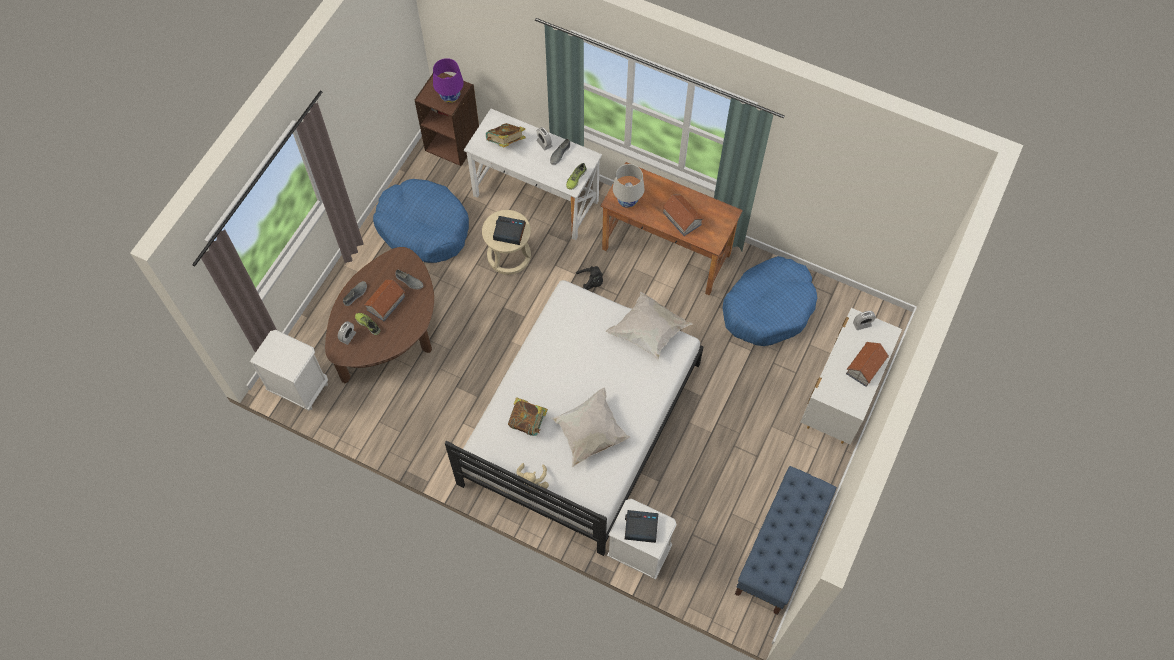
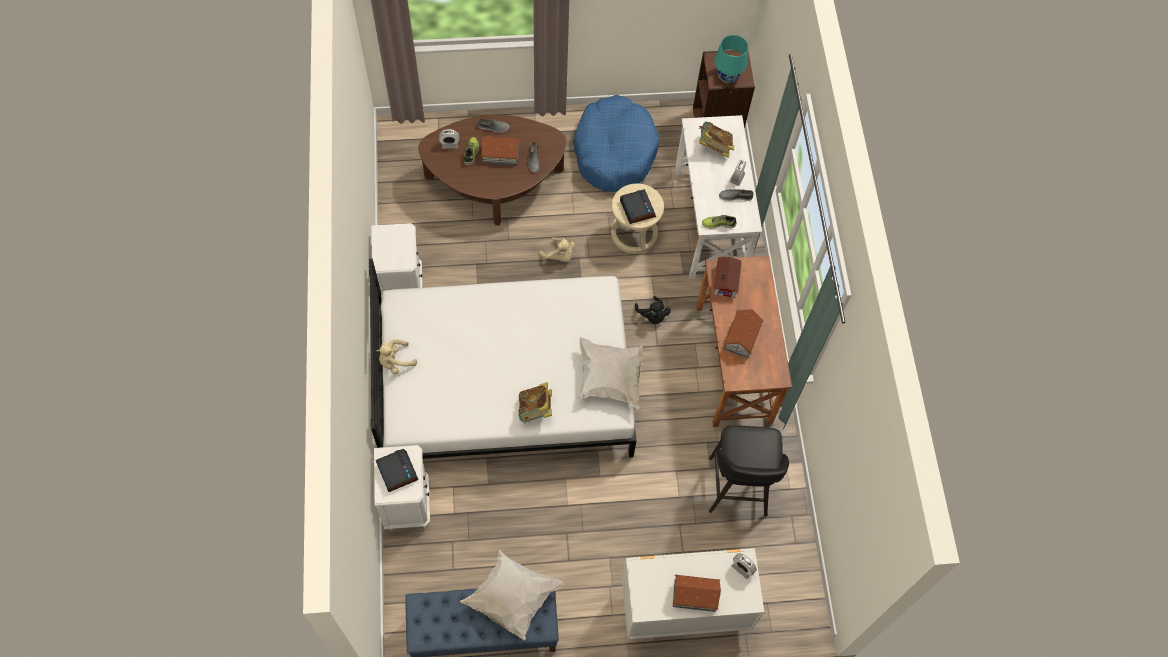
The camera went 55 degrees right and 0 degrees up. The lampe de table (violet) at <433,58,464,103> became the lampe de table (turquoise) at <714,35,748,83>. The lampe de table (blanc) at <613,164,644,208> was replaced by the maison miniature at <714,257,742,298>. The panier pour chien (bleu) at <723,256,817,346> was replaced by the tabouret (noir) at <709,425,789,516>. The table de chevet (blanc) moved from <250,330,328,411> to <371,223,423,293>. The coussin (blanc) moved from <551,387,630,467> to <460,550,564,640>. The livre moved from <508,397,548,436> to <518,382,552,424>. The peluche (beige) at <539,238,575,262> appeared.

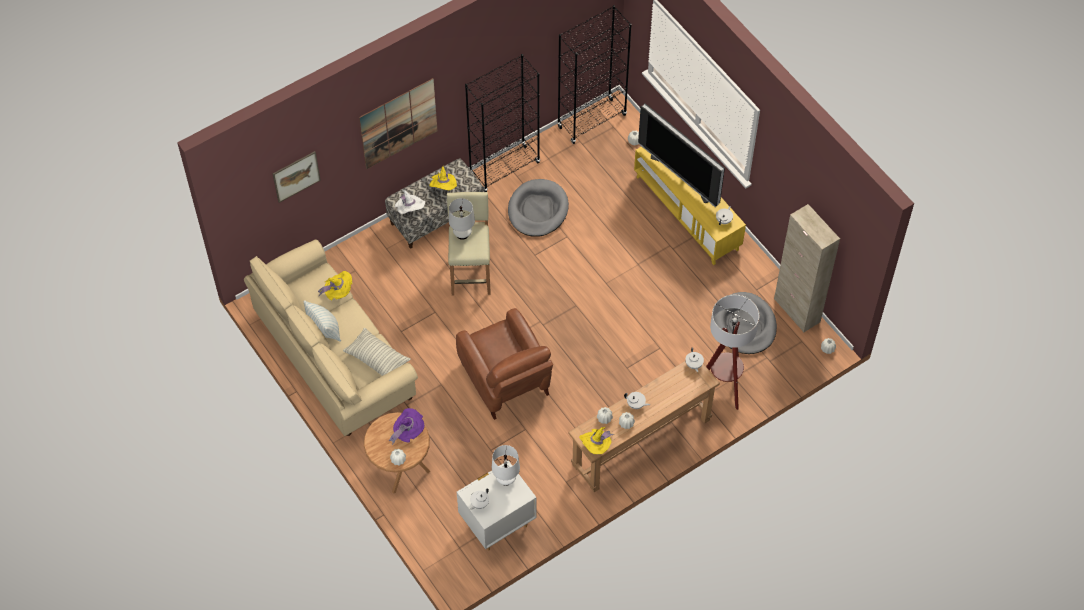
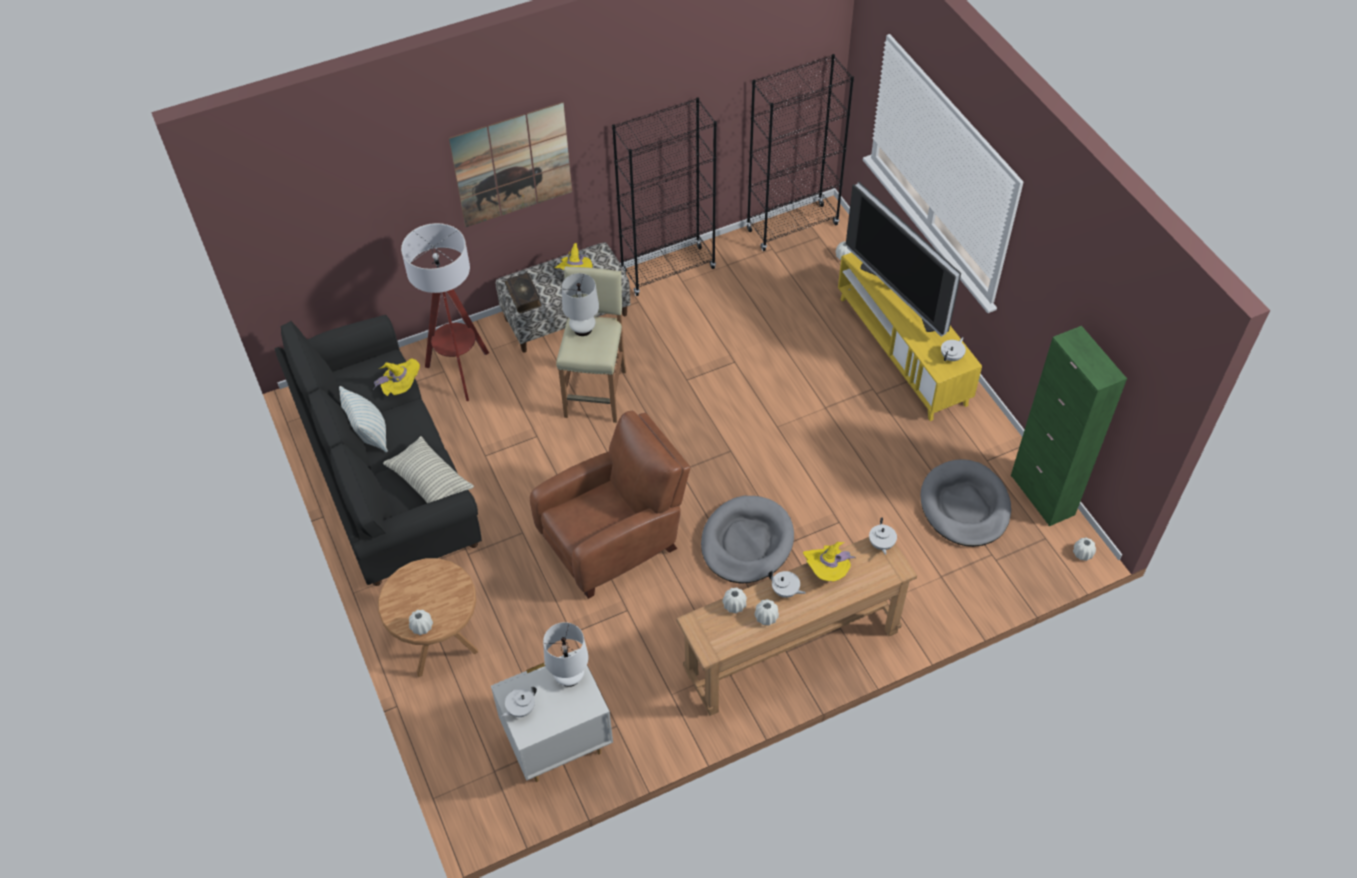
The camera went 10 degrees right and 5 degrees down. The tableau at <273,151,321,203> disappeared. The panier pour chien (gris) moved from <508,179,569,237> to <701,496,794,584>. The chapeau (blanc) at <395,190,425,214> was replaced by the livre at <505,273,542,313>. The meuble de rangement (beige) at <774,204,840,333> became the meuble de rangement (vert) at <1011,326,1127,526>. The canapé (beige) at <244,239,418,436> became the canapé (noir) at <274,315,482,586>. The lampadaire moved from <706,295,759,410> to <401,223,489,401>. The fauteuil (marron) at <456,308,553,420> turned 105 degrees counterclockwise. The chapeau (violet) at <389,408,424,445> disappeared. The chapeau (jaune) moved from <579,427,613,454> to <803,542,856,582>.

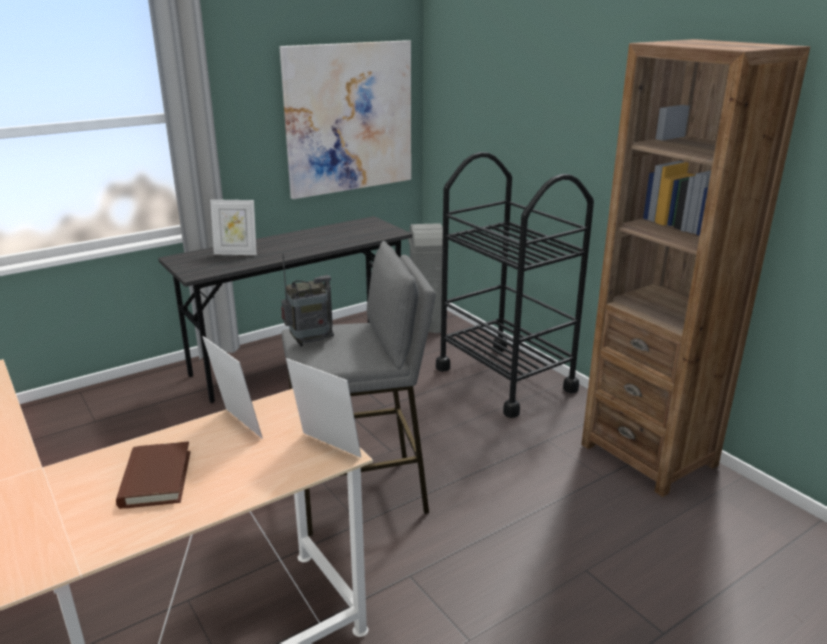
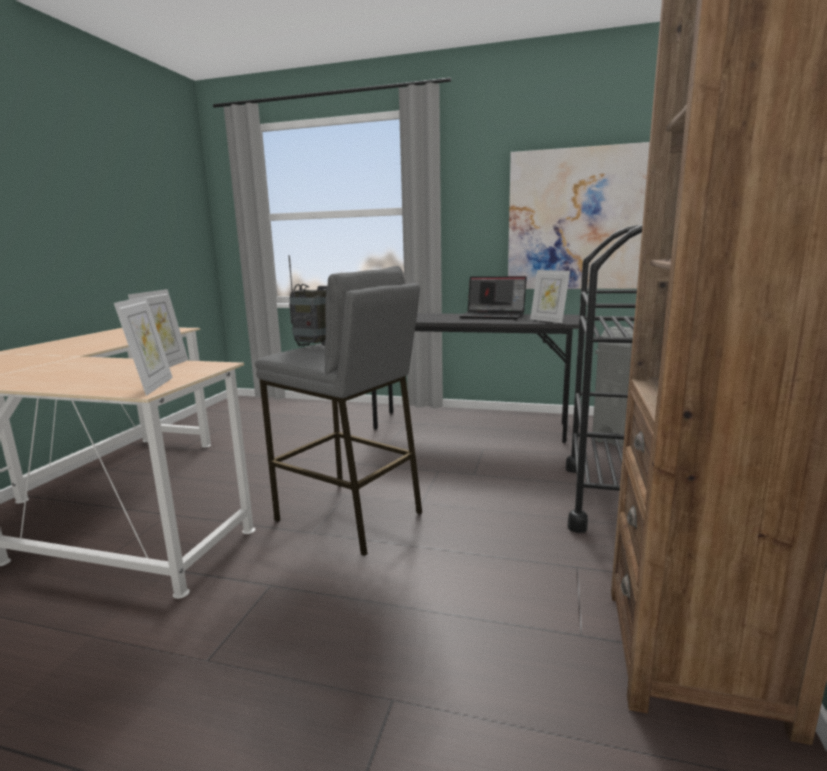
The camera went 50 degrees right and 10 degrees down. The cadre photo moved from <210,199,257,255> to <530,270,570,323>. The livre (marron) at <116,442,190,509> disappeared. The ordinateur portable at <459,276,527,319> appeared.

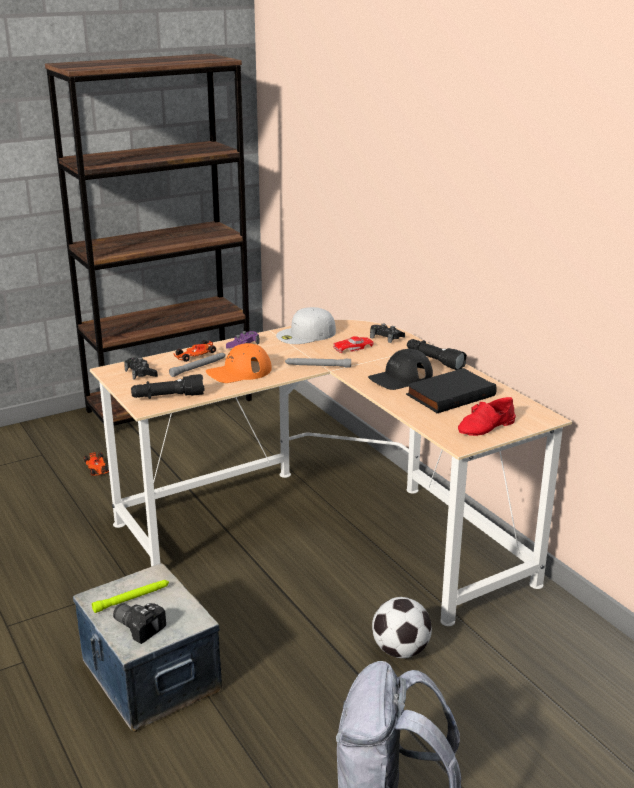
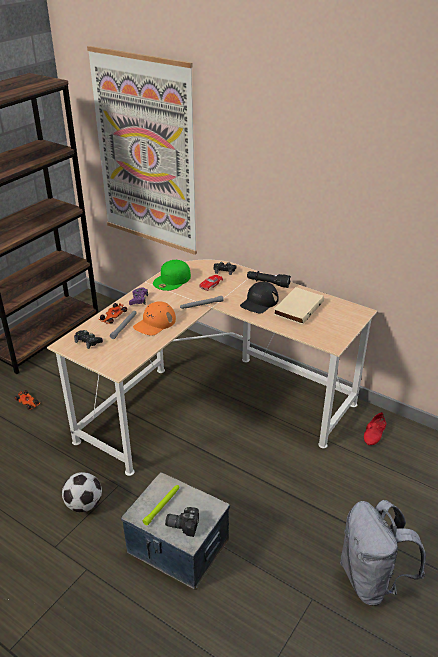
The camera went 25 degrees left and 10 degrees up. The casquette (blanc) at <276,307,336,344> became the casquette (vert) at <153,260,191,291>. The livre (noir) at <406,368,497,413> became the livre (beige) at <273,287,324,325>. The lampe de poche (noir) at <131,374,204,399> disappeared. The chaussure (rouge) moved from <458,397,516,436> to <364,412,386,445>. The ballon de foot moved from <372,597,432,658> to <62,472,102,512>. The tableau at <87,46,197,255> appeared.

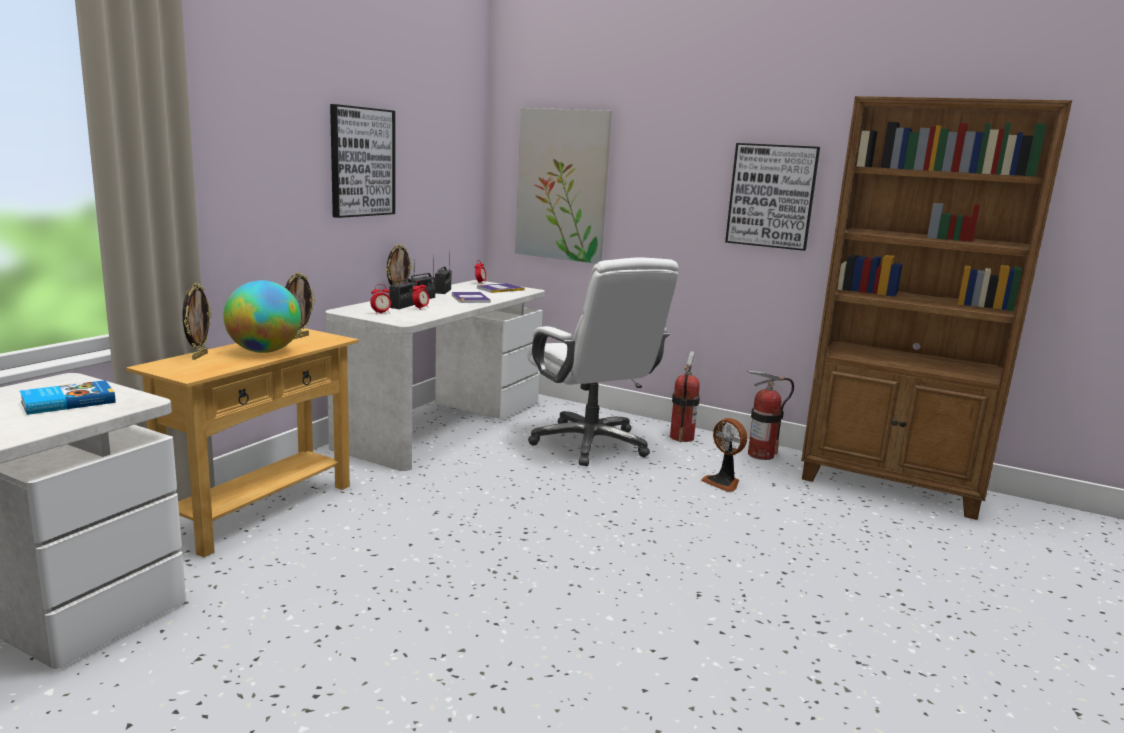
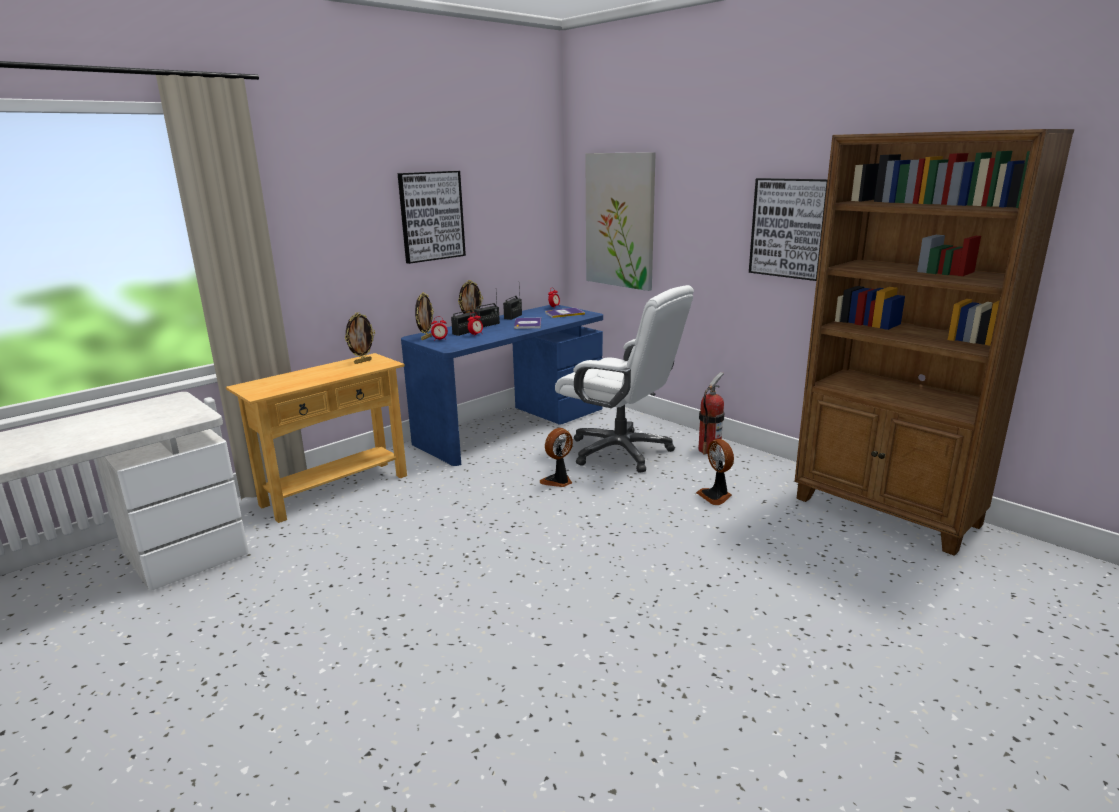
The camera went 20 degrees right and 5 degrees up. The chaise de bureau (blanc) at <528,257,678,466> turned 45 degrees counterclockwise. The globe at <223,280,301,353> disappeared. The bureau (blanc) at <325,280,545,471> became the bureau (bleu) at <401,305,603,466>. The cadre photo moved from <183,283,212,360> to <415,292,434,340>. The extincteur at <747,371,794,460> disappeared. The livre at <20,380,116,415> disappeared. The ventilateur at <540,428,573,487> appeared.

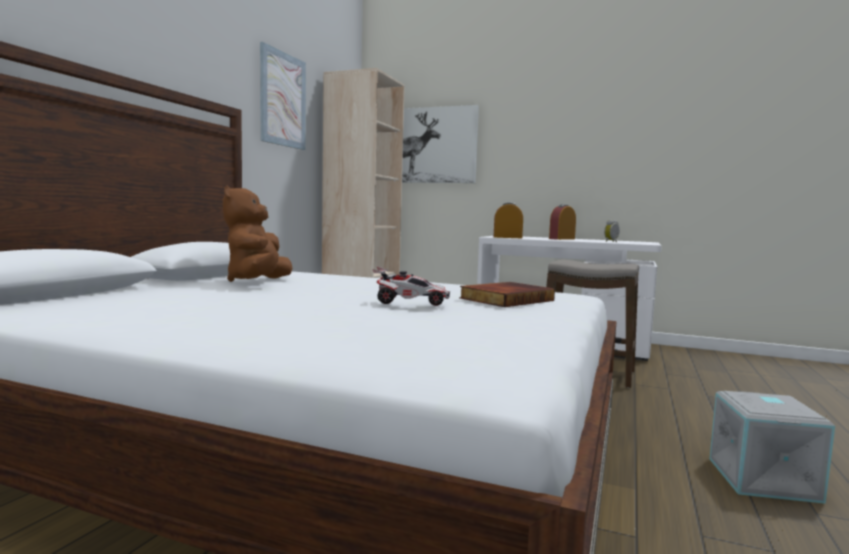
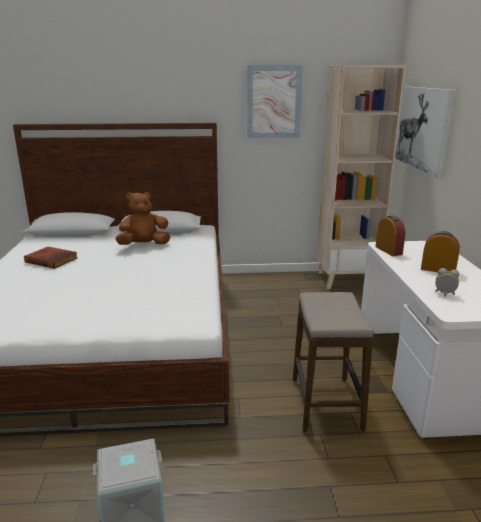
The camera went 65 degrees right and 15 degrees up. The petite voiture at <372,267,450,306> disappeared. The livre moved from <459,282,555,307> to <24,247,78,269>.

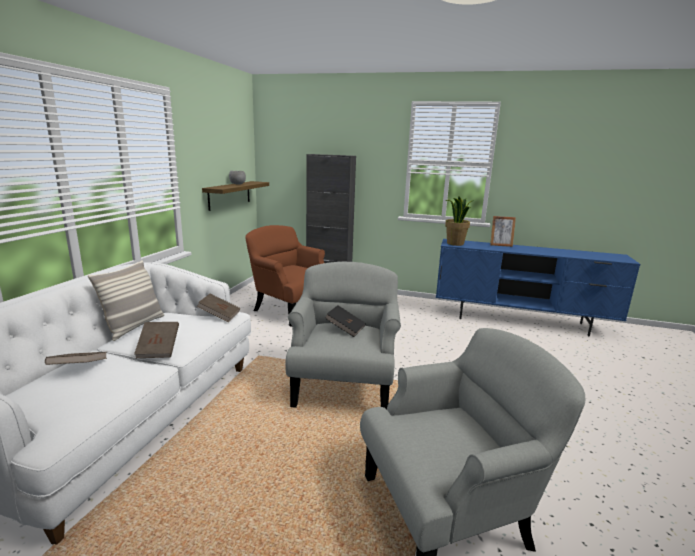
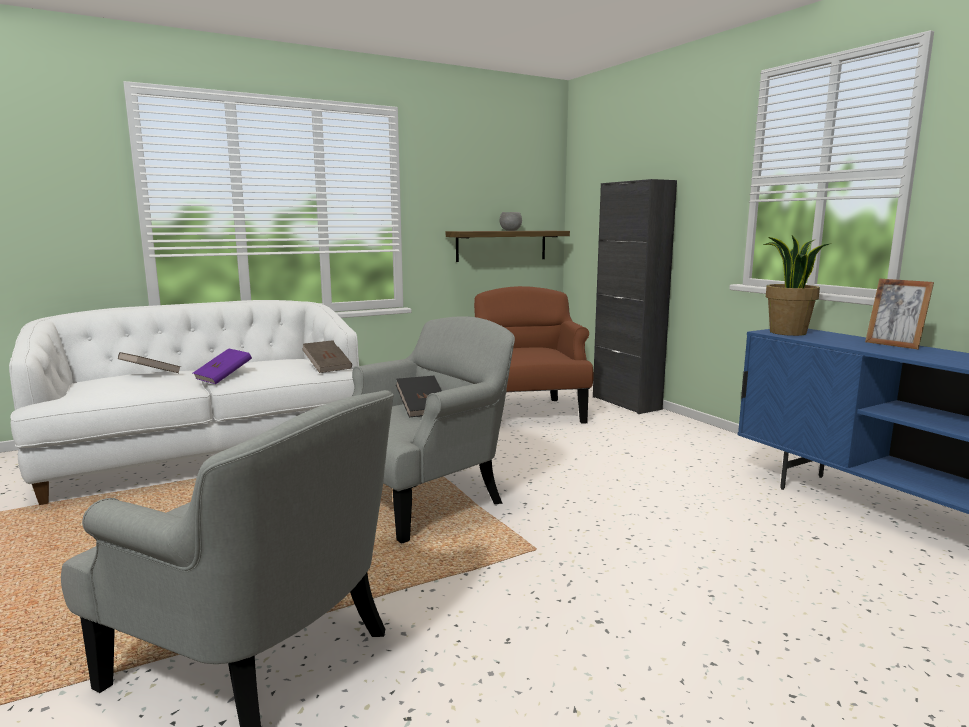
The camera went 45 degrees right and 5 degrees down. The coussin at <88,260,164,341> disappeared. The livre (marron) at <134,322,179,358> became the livre (violet) at <193,348,252,384>.

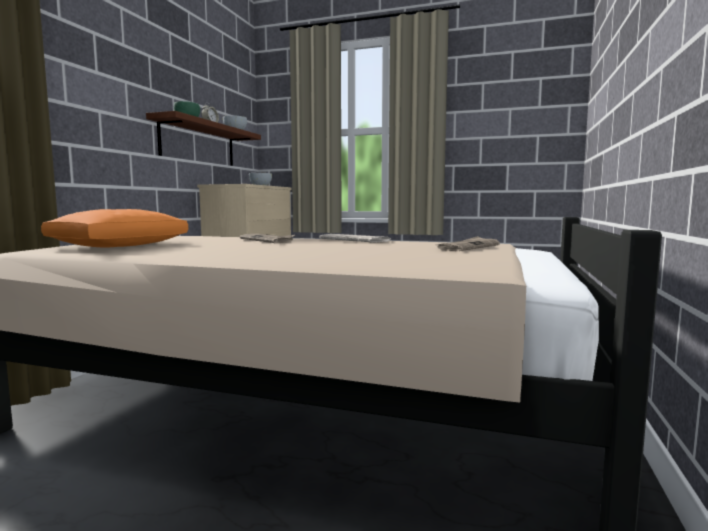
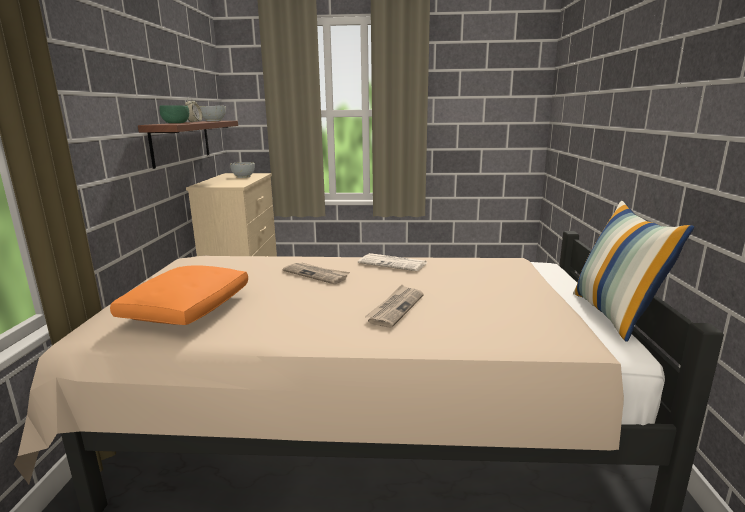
The camera went 15 degrees left and 10 degrees up. The journal moved from <436,236,500,251> to <365,285,424,328>. The coussin at <573,201,694,342> appeared.

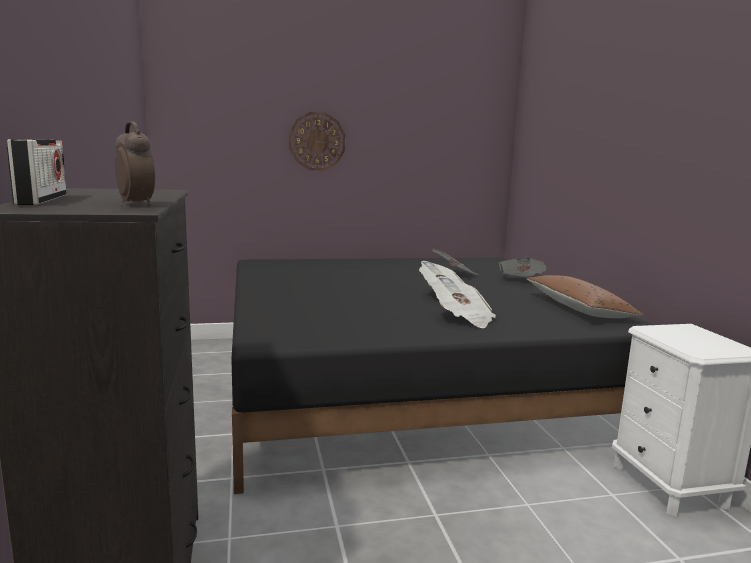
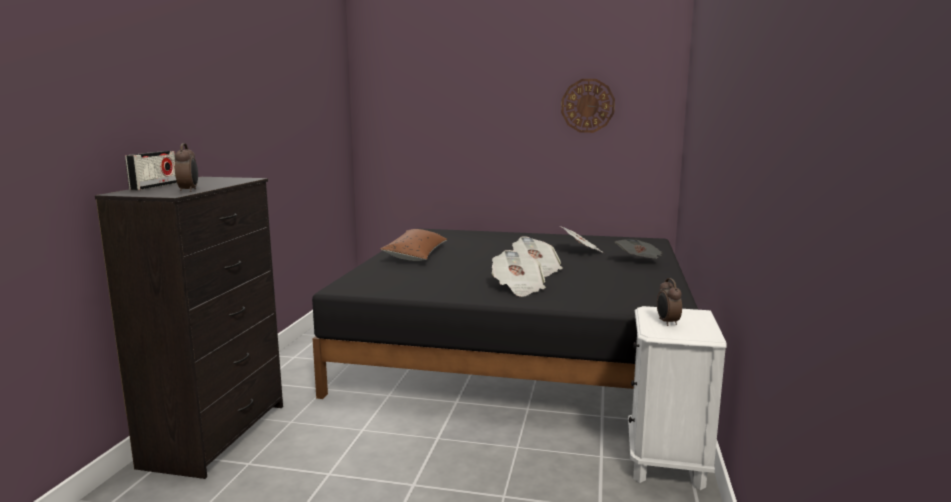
The camera went 25 degrees right and 0 degrees up. The horloge murale moved from <289,112,346,171> to <561,79,615,133>. The coussin (marron) moved from <526,275,643,318> to <380,229,447,261>. The réveil at <657,278,682,326> appeared.

